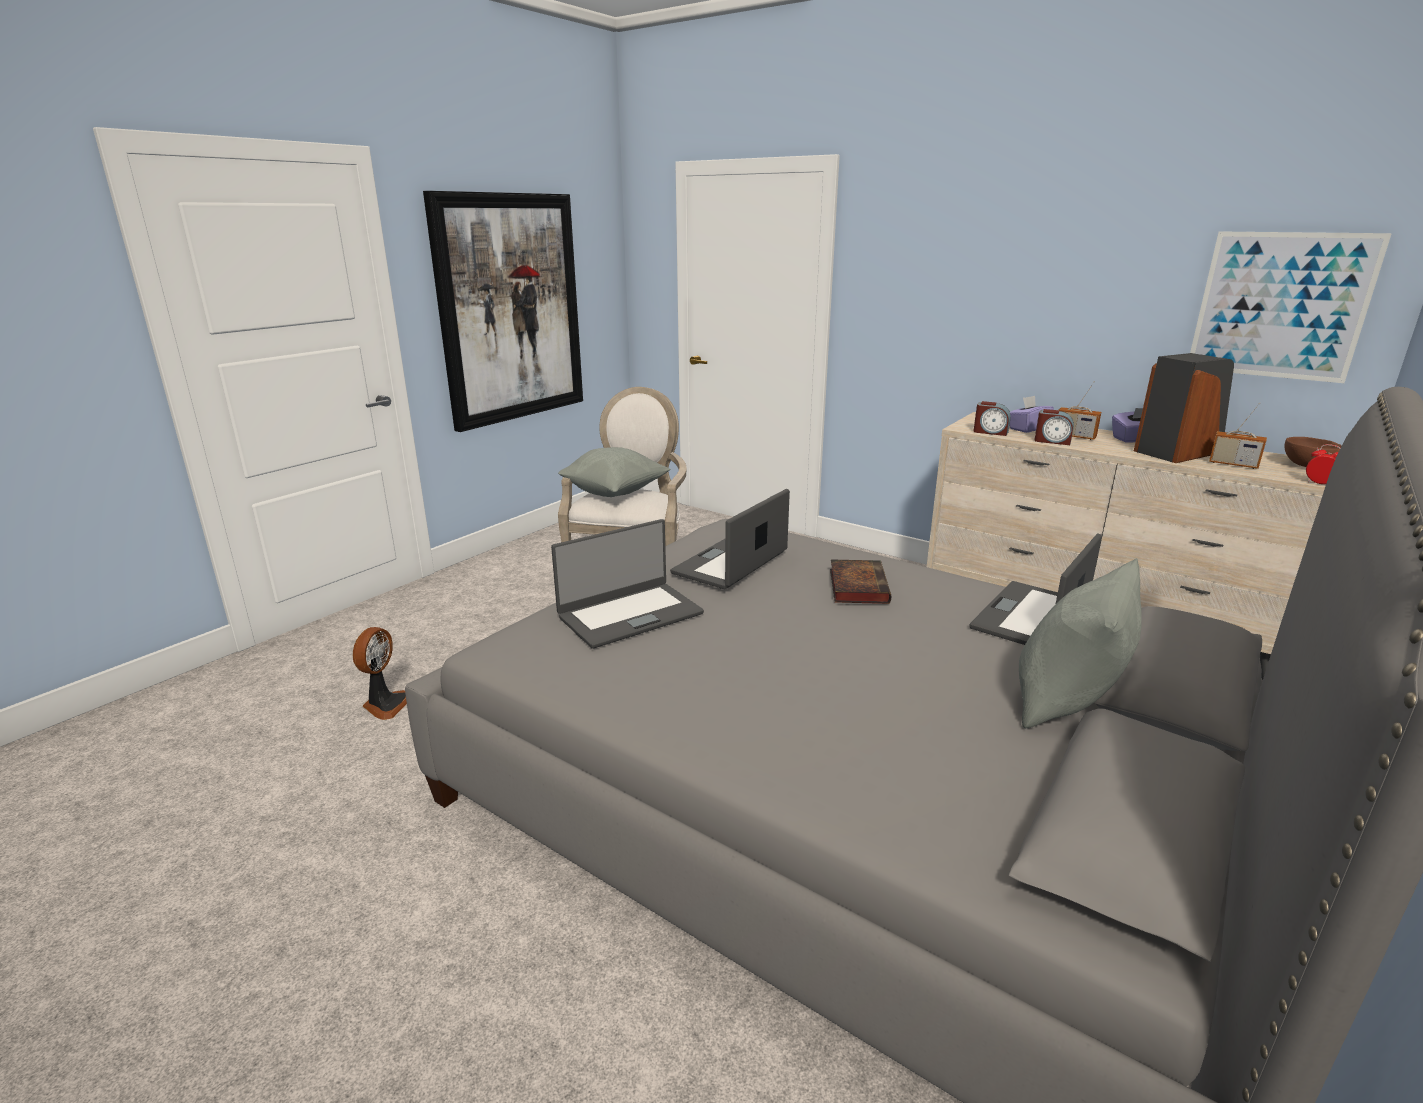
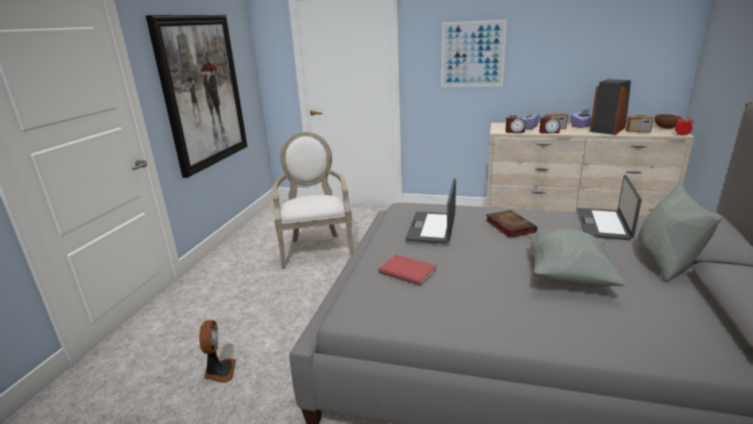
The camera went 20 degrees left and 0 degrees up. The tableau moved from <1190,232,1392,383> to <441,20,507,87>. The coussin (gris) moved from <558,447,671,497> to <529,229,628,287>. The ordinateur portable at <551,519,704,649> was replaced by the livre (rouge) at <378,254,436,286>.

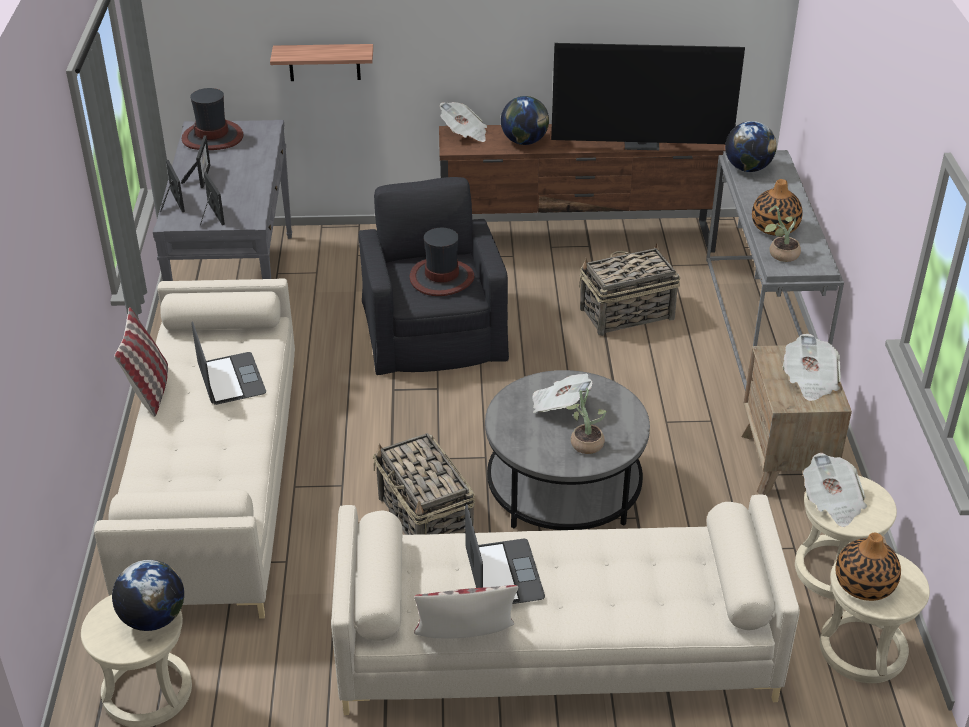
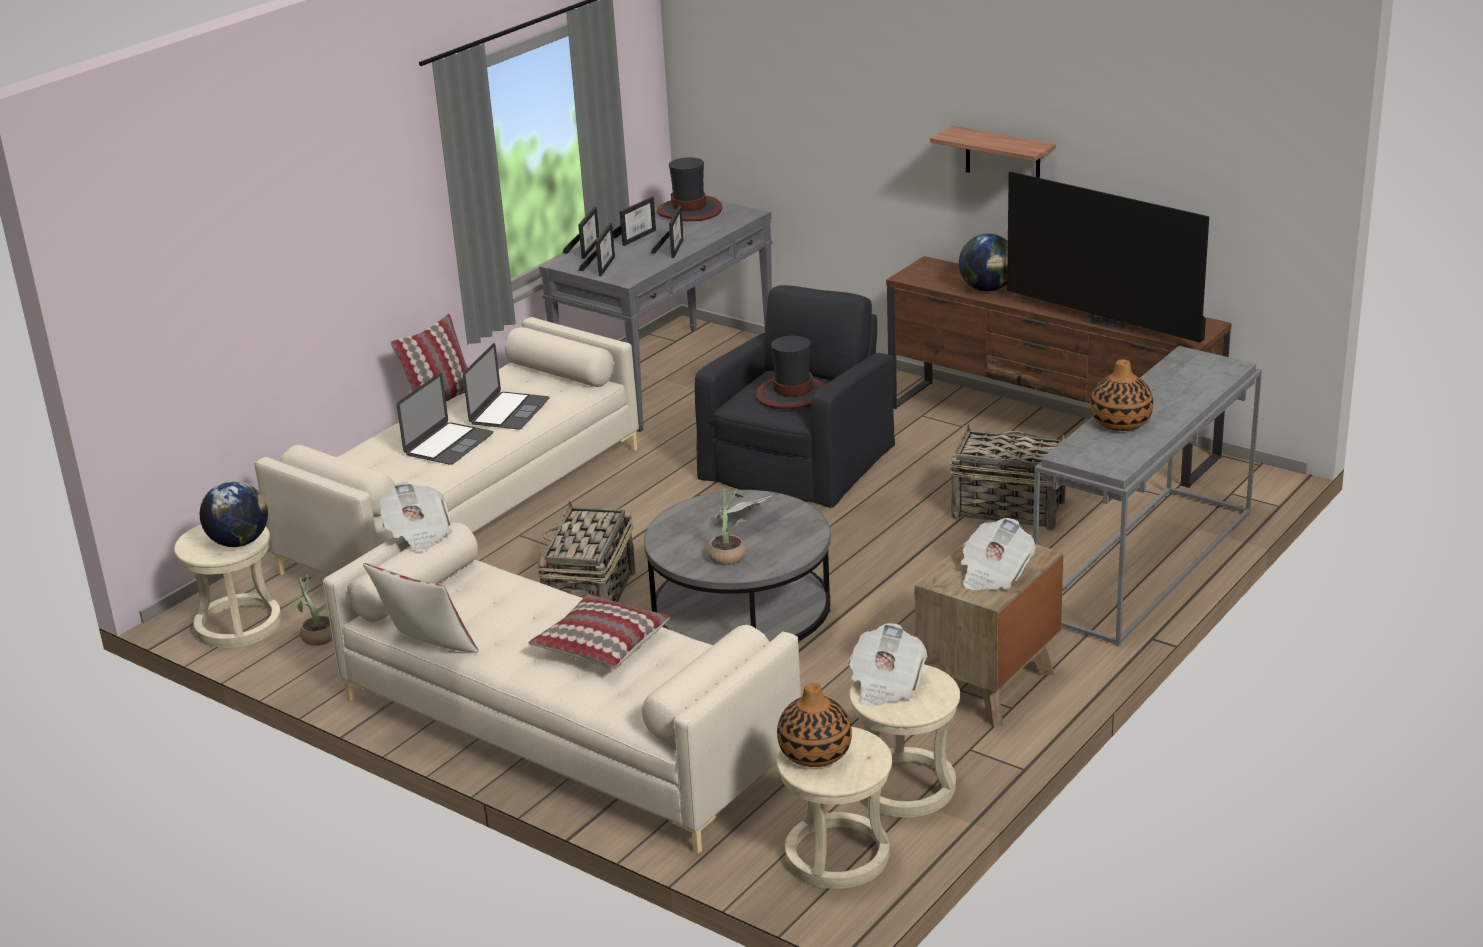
The camera went 40 degrees right and 10 degrees down. The étagère moved from <270,44,373,81> to <930,126,1056,178>. The journal moved from <440,102,487,142> to <380,482,452,552>. The globe at <725,121,777,172> disappeared. The plante en pot moved from <764,206,801,262> to <289,575,332,646>. The ordinateur portable moved from <465,504,545,604> to <397,373,494,465>. The cadre photo at <651,206,684,258> appeared. The coussin at <529,594,670,670> appeared.

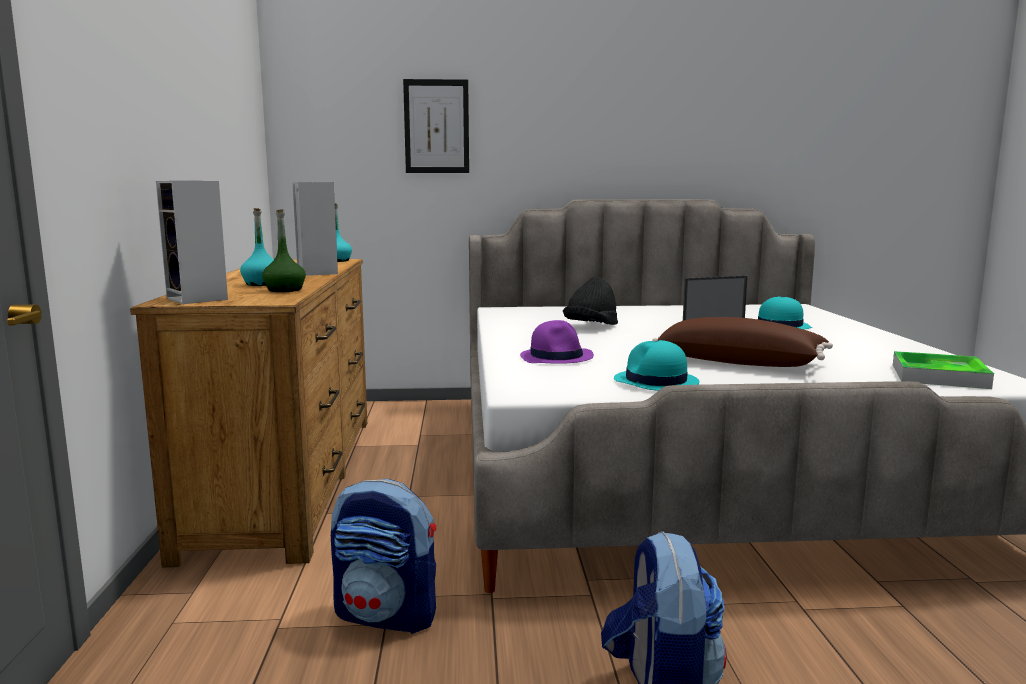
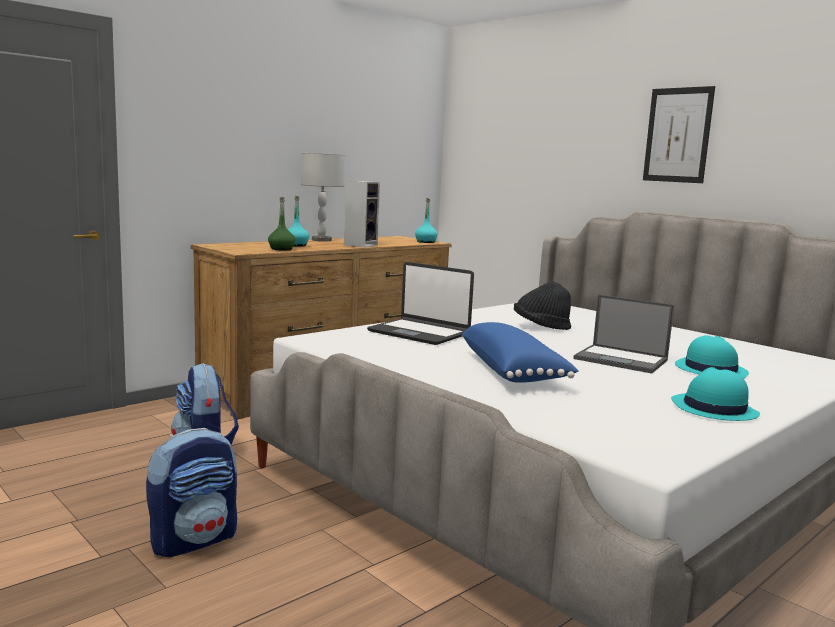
The camera went 50 degrees right and 0 degrees up. The tableau moved from <403,79,469,173> to <643,86,715,183>. The enceinte at <156,181,228,304> disappeared. The coussin (marron) at <652,317,833,367> became the coussin (bleu) at <462,322,579,383>. The chapeau (violet) at <520,320,594,364> was replaced by the ordinateur portable at <367,262,474,345>. The chapeau (turquoise) moved from <614,340,700,391> to <671,367,760,421>. The plateau at <893,351,994,389> disappeared. The lampe de table (gris) at <301,153,345,242> appeared.

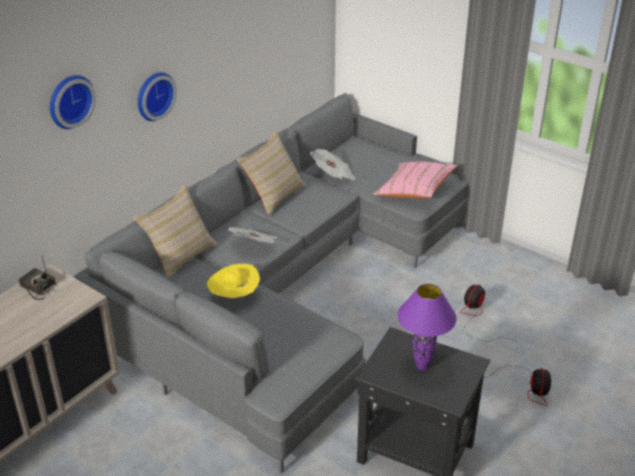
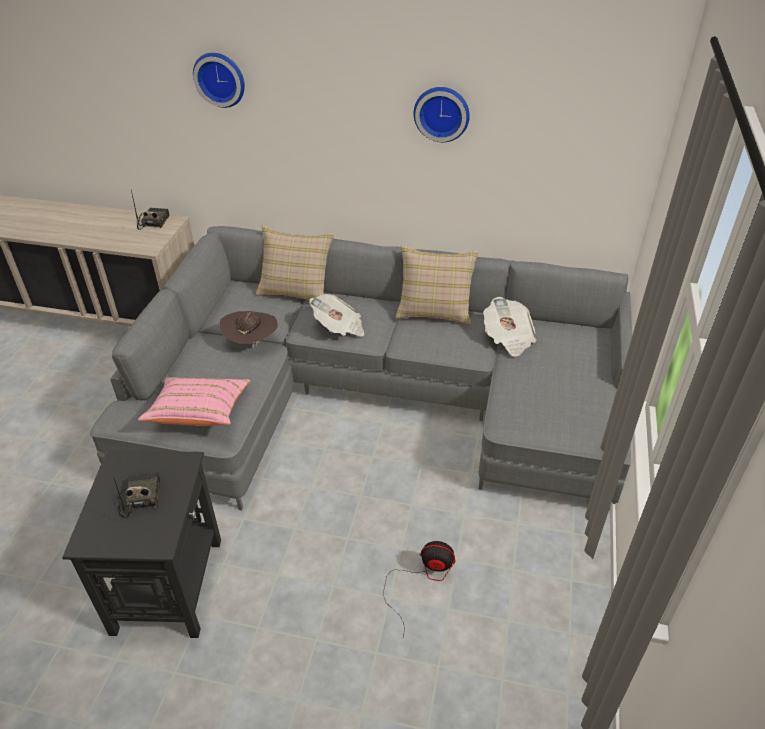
The camera went 65 degrees right and 5 degrees up. The horloge murale moved from <138,72,177,121> to <414,87,470,142>. The coussin (rose) moved from <373,162,457,199> to <138,377,250,426>. The chapeau (jaune) at <207,264,260,299> became the chapeau (marron) at <219,311,278,348>. The lampe de table (violet) at <397,284,457,370> was replaced by the radio at <114,472,160,518>. The ventilateur at <485,366,551,406> disappeared.

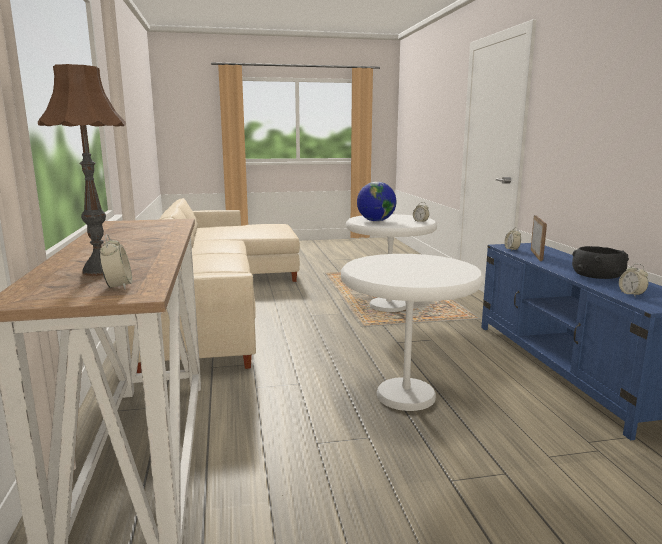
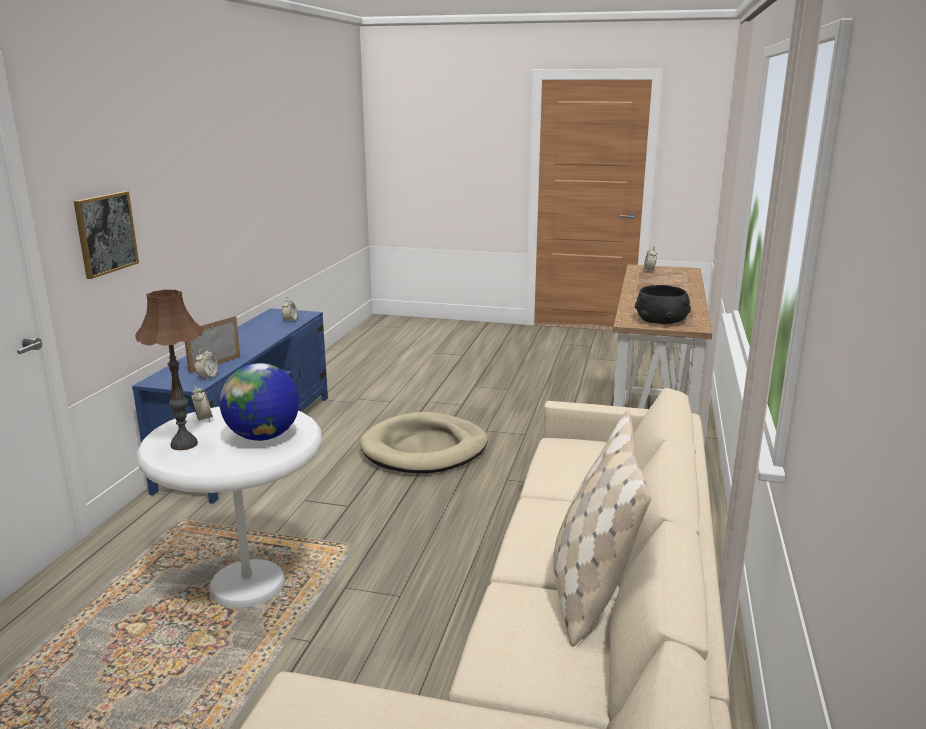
The camera went 155 degrees left and 5 degrees up. The lampe de table (marron) moved from <38,64,126,276> to <135,290,203,450>. The bol (noir) moved from <572,246,629,279> to <635,285,691,324>. The table d'appoint (blanc) at <341,254,484,411> was replaced by the panier pour chien (beige) at <360,412,488,473>. The tableau at <74,191,139,279> appeared. The coussin (beige) at <553,411,651,646> appeared.

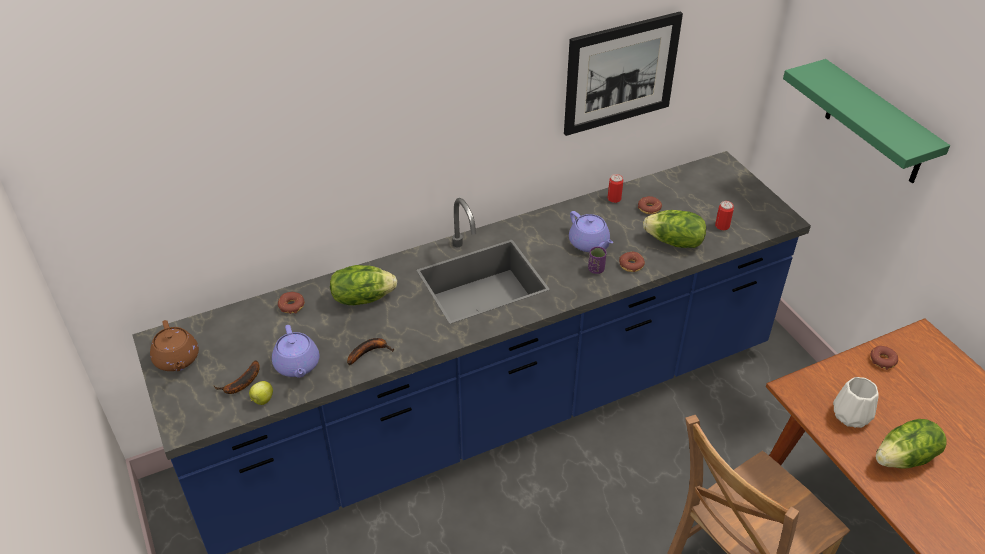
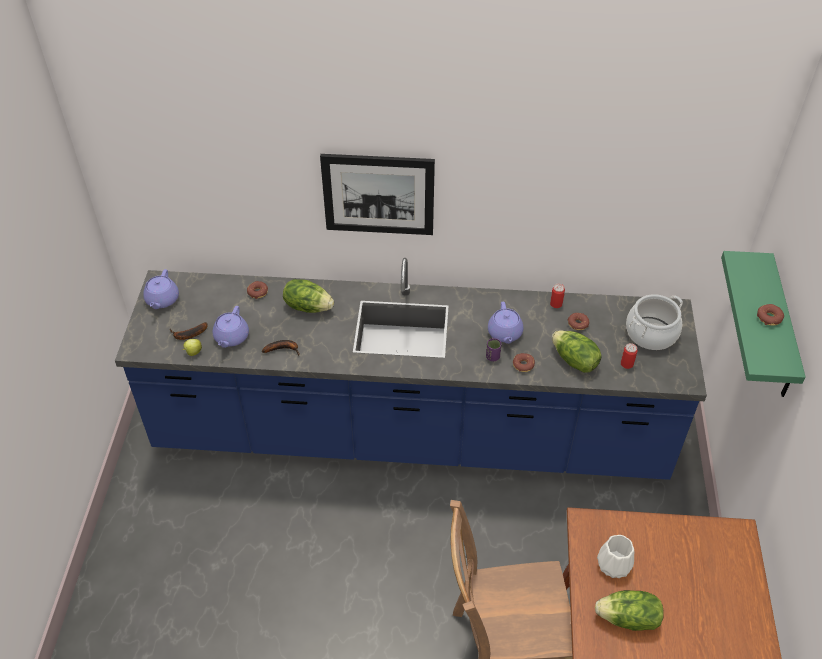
The camera went 30 degrees right and 5 degrees up. The tableau moved from <564,11,683,136> to <320,154,435,235>. The théière (marron) at <150,320,199,371> became the théière (violet) at <143,269,179,309>. The beignet moved from <870,346,898,370> to <757,304,784,326>. The marmite at <626,294,683,350> appeared.

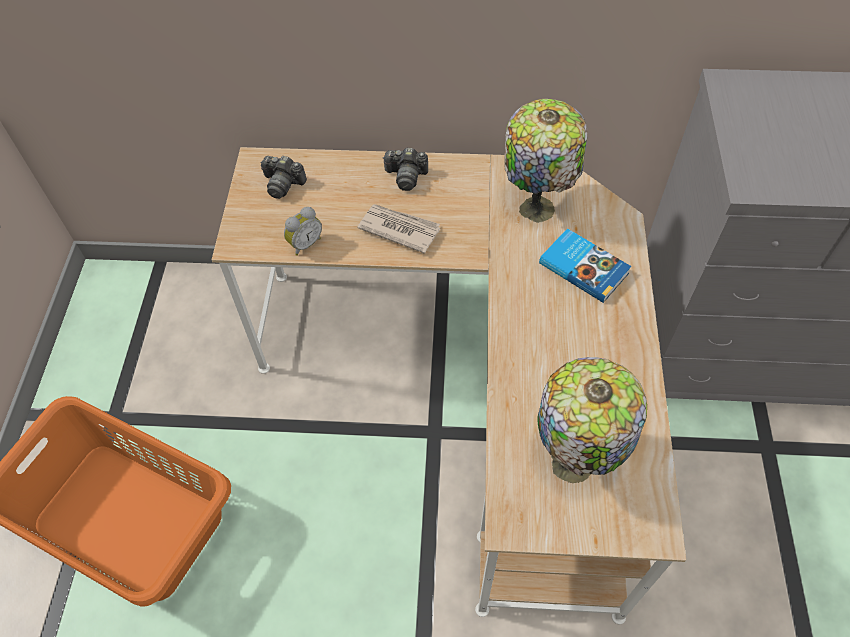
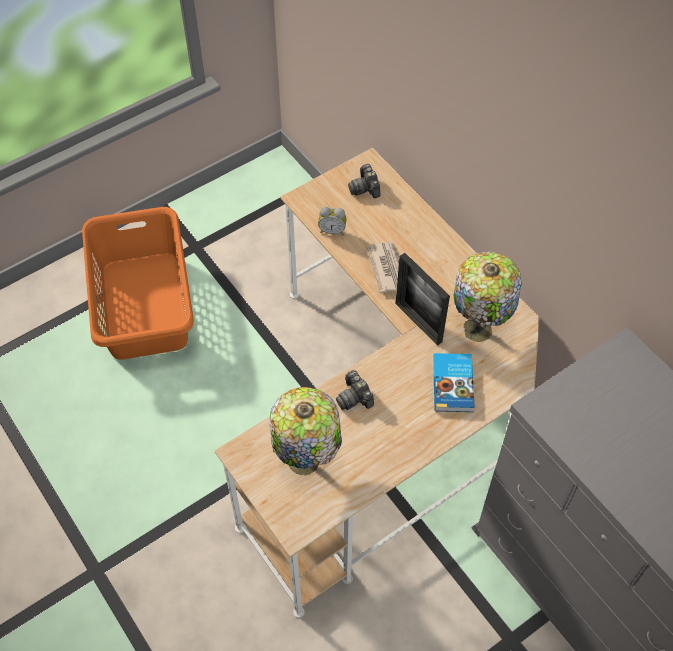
The camera went 50 degrees right and 0 degrees up. The appareil photo moved from <383,148,428,191> to <336,370,374,410>. The cadre photo at <396,253,450,346> appeared.

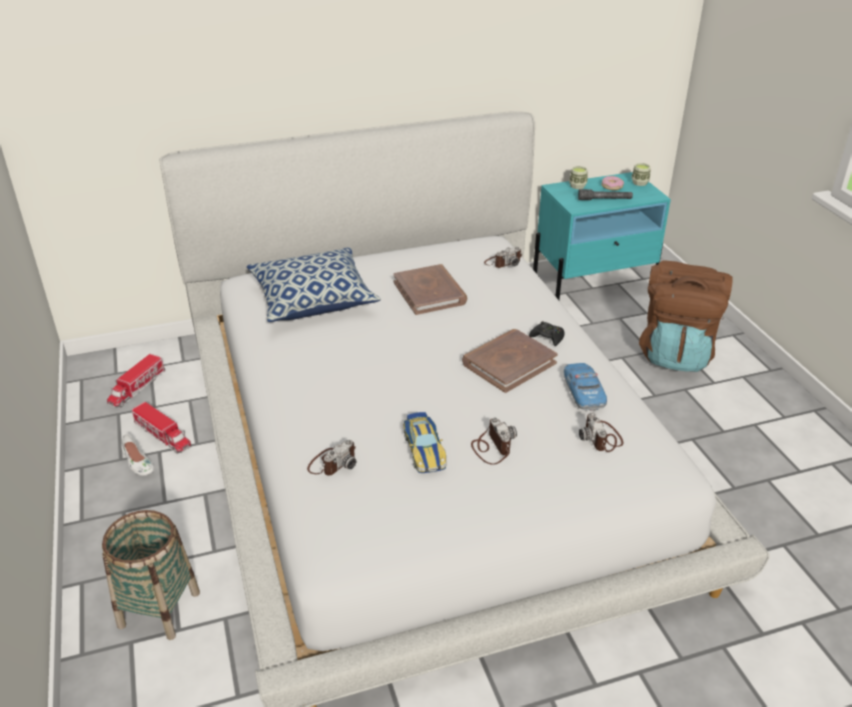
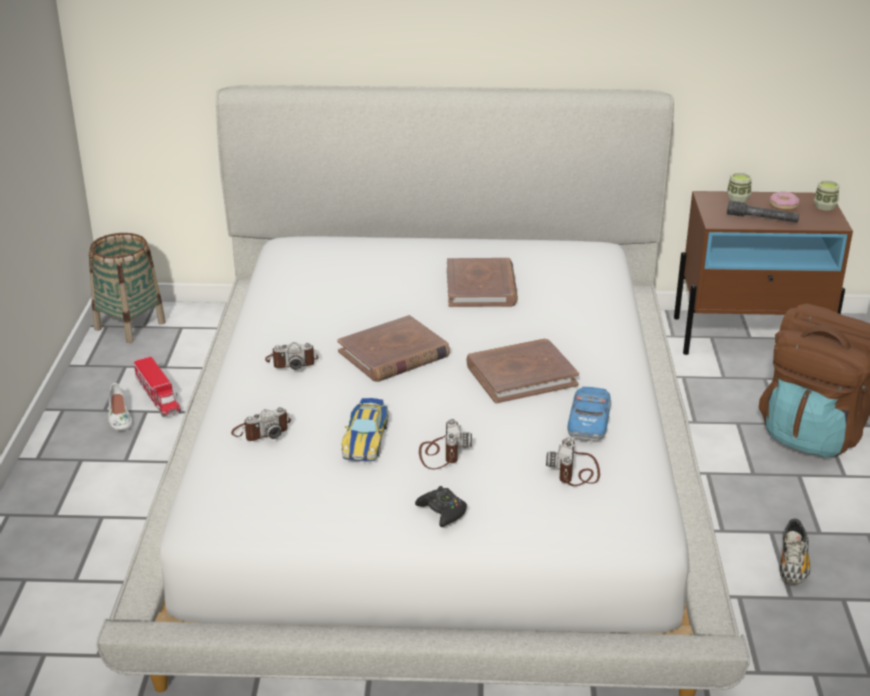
The camera went 20 degrees right and 5 degrees down. The table de chevet (turquoise) at <533,172,671,300> became the table de chevet (marron) at <674,191,853,355>. The coussin at <247,247,381,322> disappeared. The appareil photo moved from <484,247,522,268> to <265,342,319,370>. The manette (noir) moved from <529,321,565,346> to <415,486,467,527>. The camion jouet at <107,354,165,408> disappeared. The panier moved from <102,510,200,640> to <89,233,166,343>. The livre (marron) at <337,315,450,382> appeared. The chaussure at <780,518,810,584> appeared.

